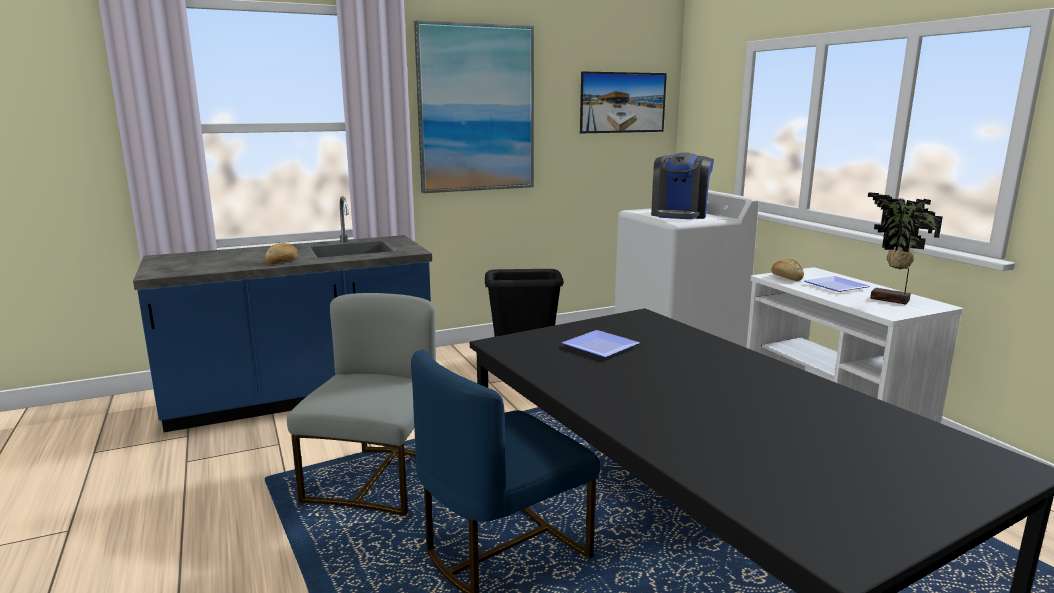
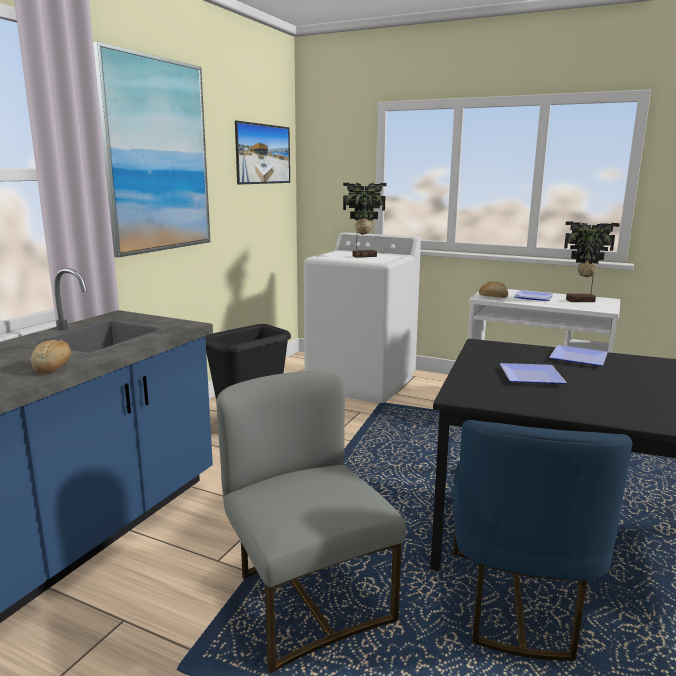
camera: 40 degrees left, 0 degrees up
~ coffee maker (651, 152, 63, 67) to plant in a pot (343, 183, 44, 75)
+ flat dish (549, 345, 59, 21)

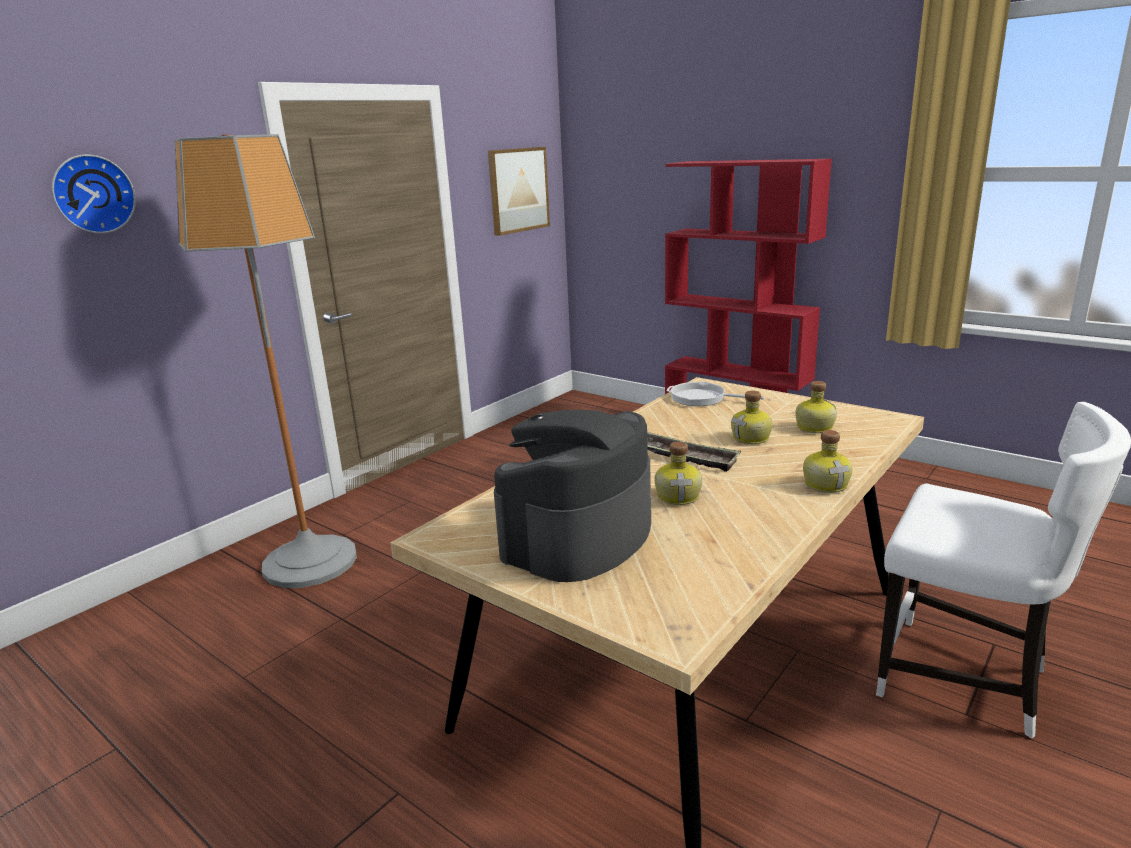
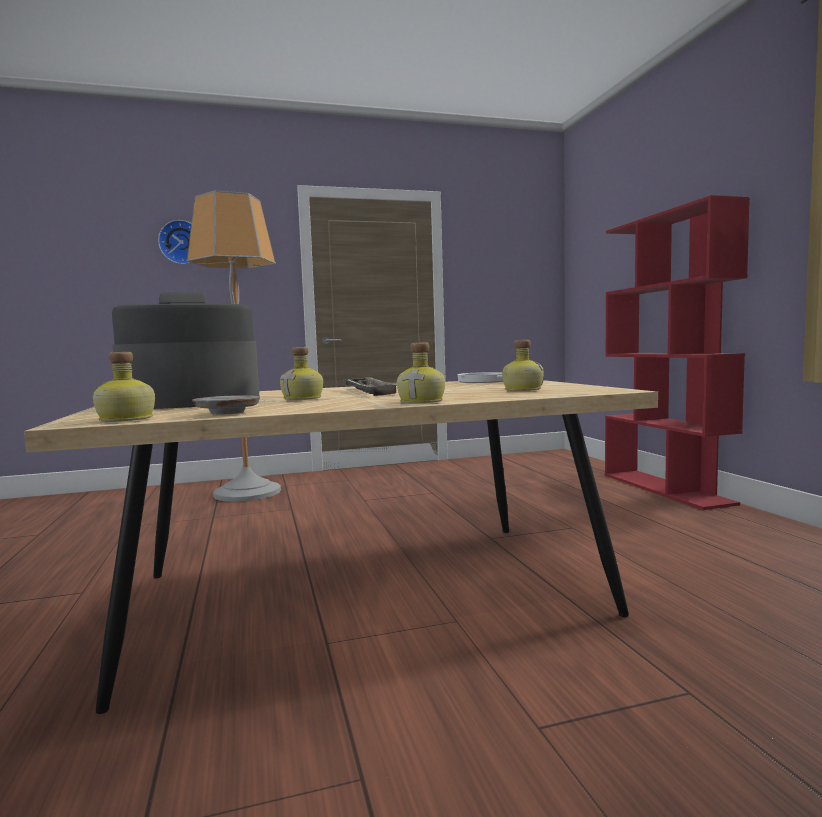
camera: 35 degrees right, 15 degrees down
- wall art (488, 147, 62, 89)
~ drink bottle (731, 391, 42, 53) to (92, 352, 63, 70)
- plain chair (white-coloured) (876, 402, 255, 337)
+ flat dish (grey) (192, 395, 68, 20)

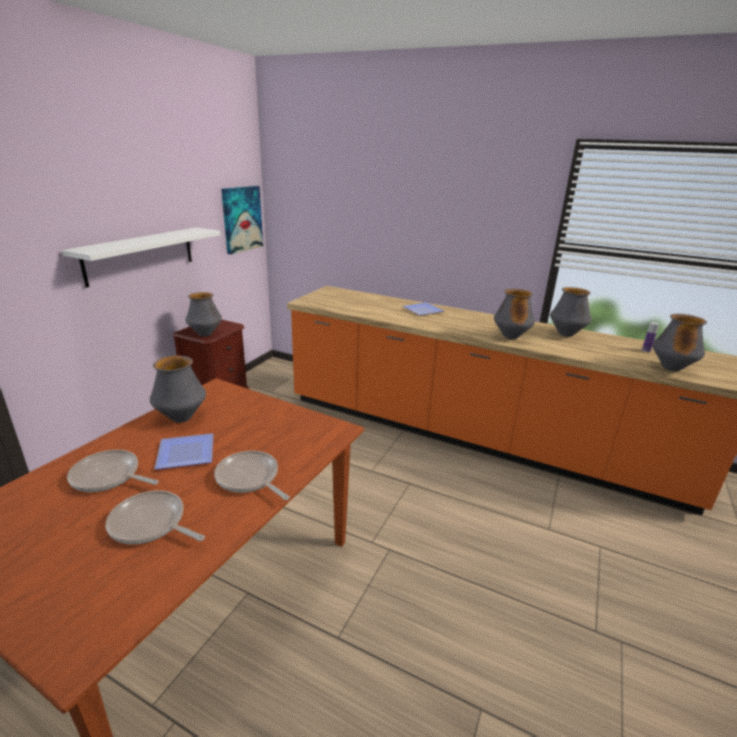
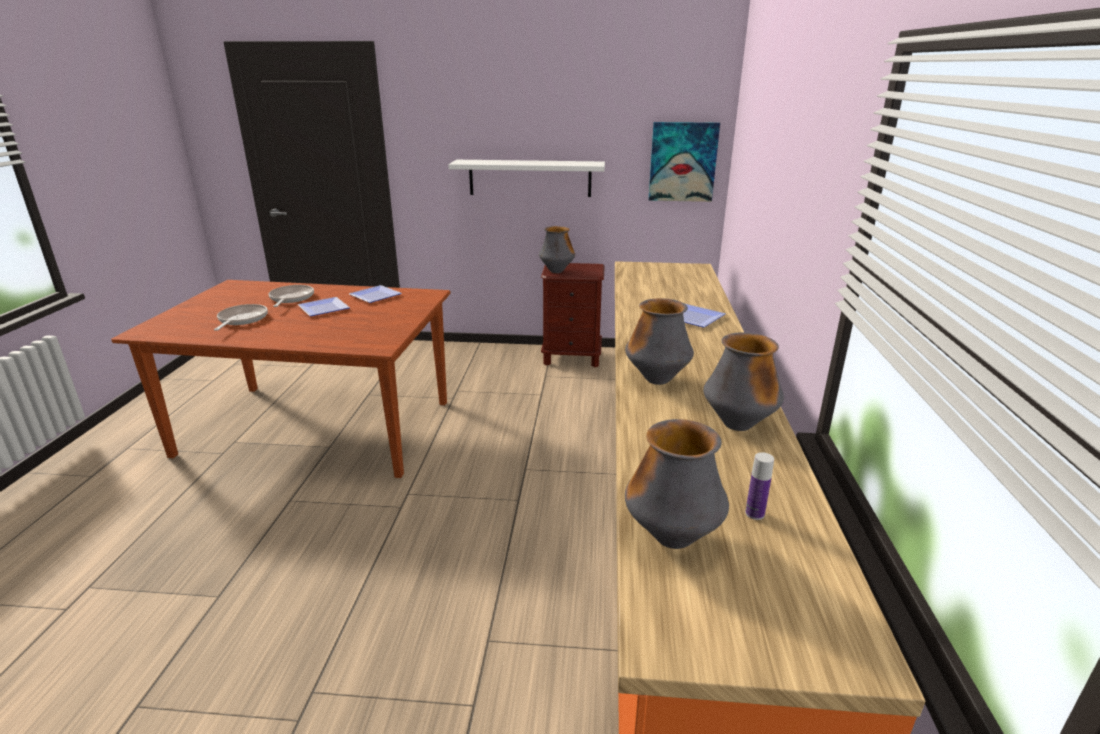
camera: 70 degrees right, 0 degrees up
~ vase (150, 356, 56, 67) to flat dish (349, 285, 53, 18)
- skillet (214, 451, 76, 49)

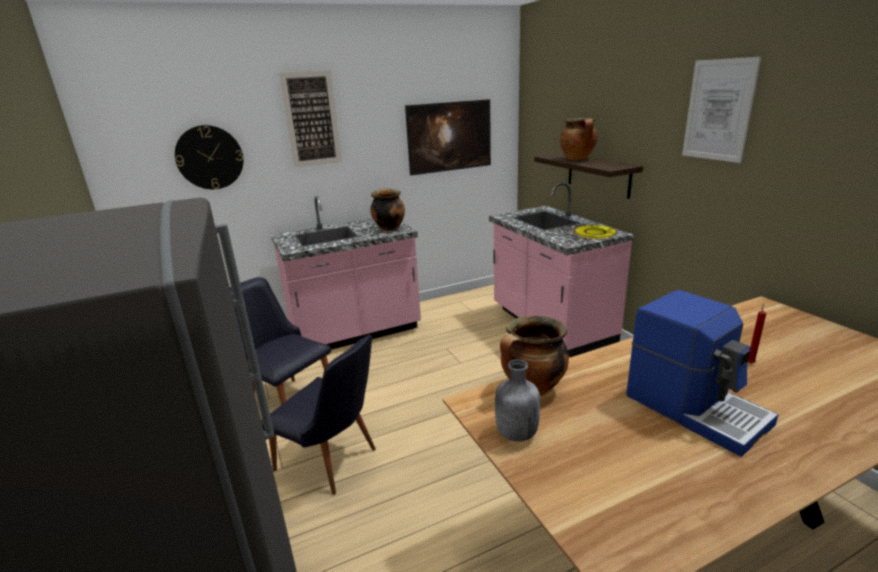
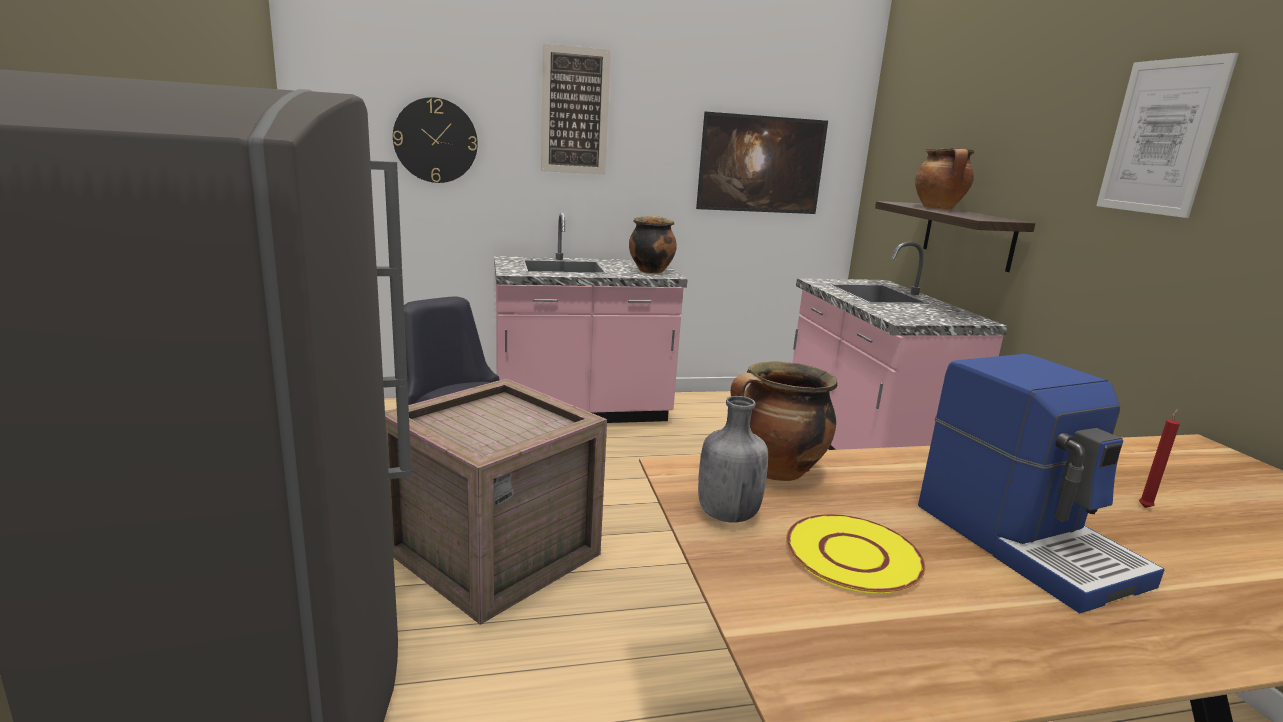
camera: 10 degrees right, 5 degrees down
~ flat dish (yellow-coloured) (574, 225, 43, 14) to (786, 514, 139, 80)
~ plain chair (black) (261, 335, 115, 160) to packing crate (385, 378, 222, 247)

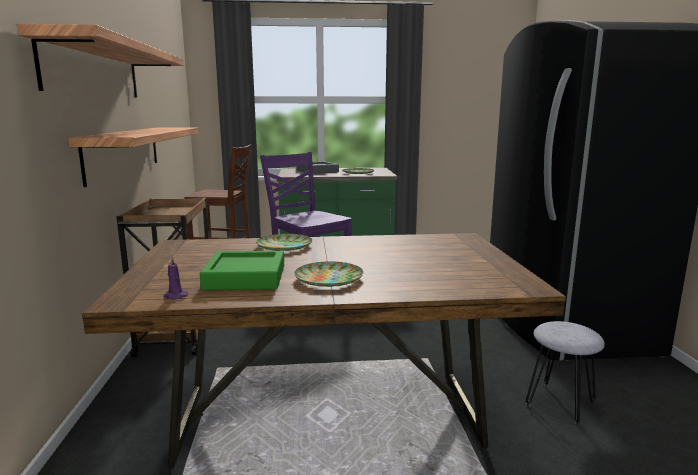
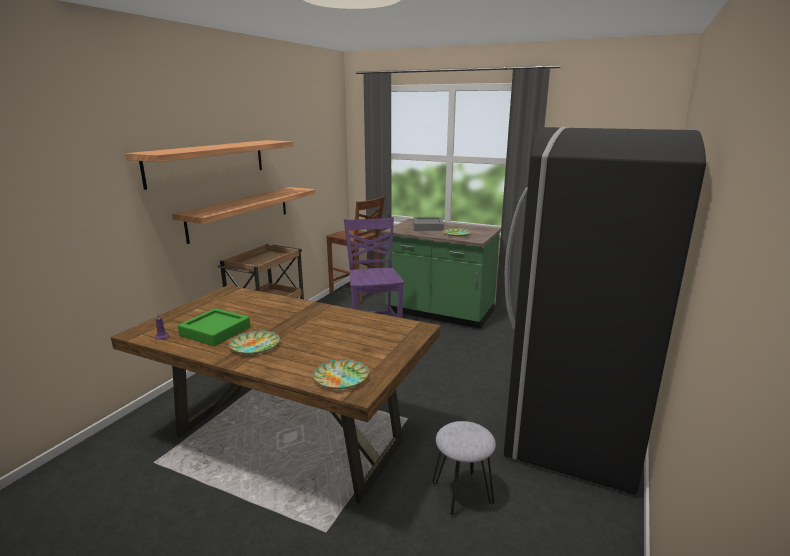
camera: 30 degrees right, 5 degrees up
~ flat dish (256, 234, 56, 17) to (313, 359, 56, 30)

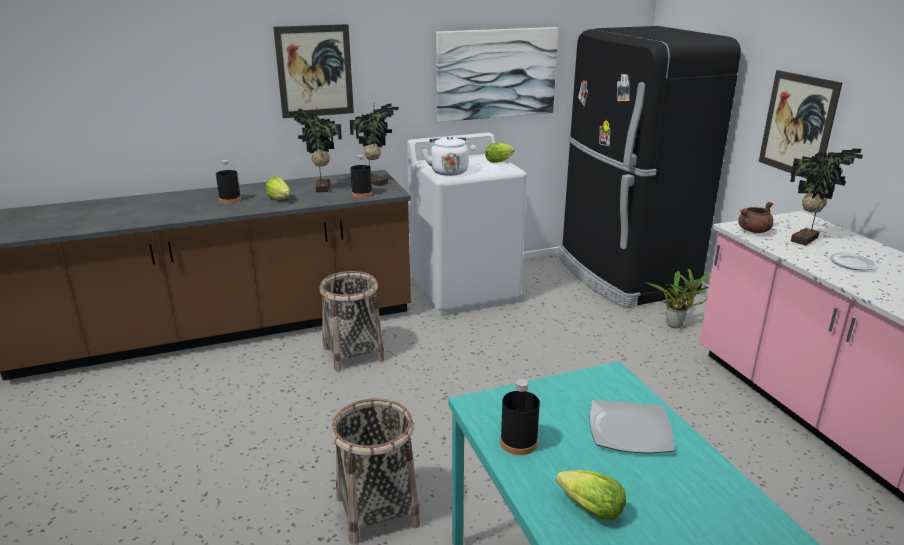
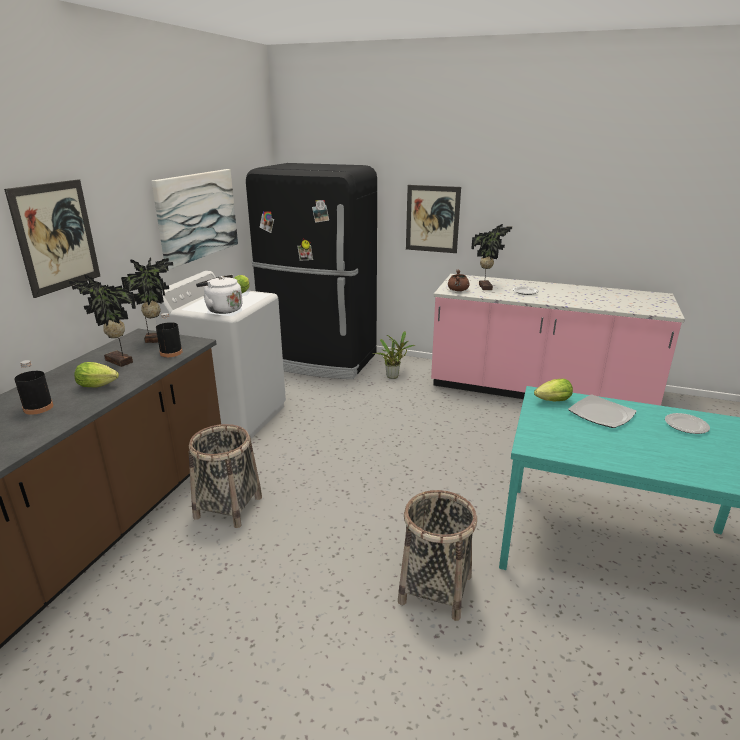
camera: 50 degrees left, 0 degrees up
- drink bottle (black) (500, 379, 40, 76)
~ head of lettuce (556, 470, 70, 50) to (534, 379, 39, 22)
+ flat dish (665, 413, 45, 21)

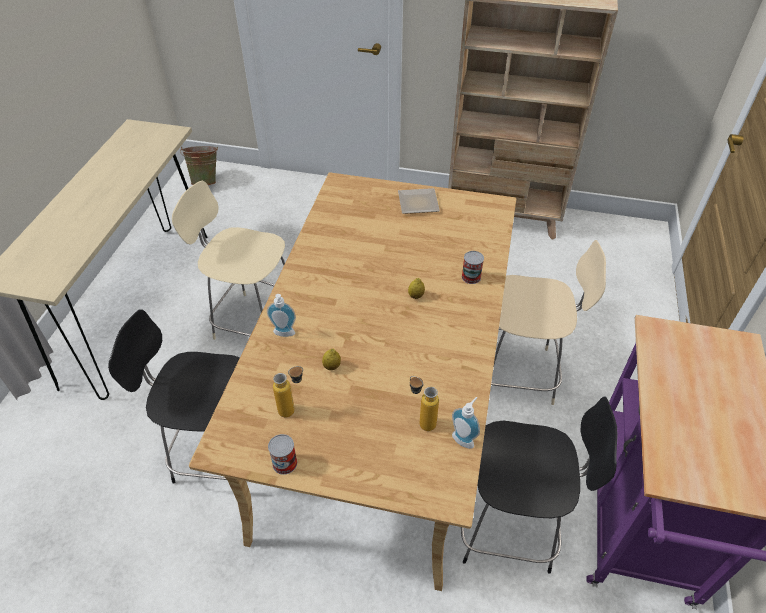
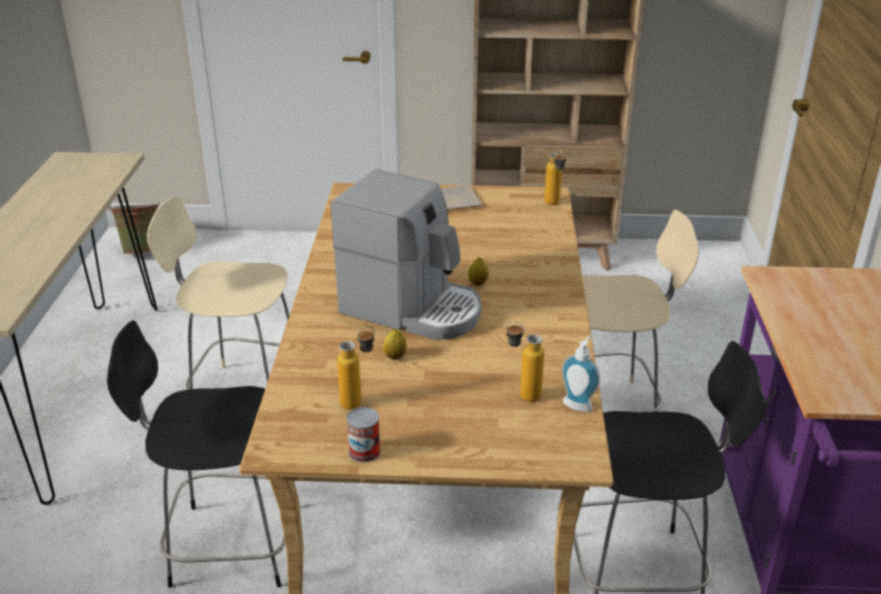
camera: 10 degrees left, 15 degrees down
- sealed can (462, 251, 22, 33)
- soap dispenser (267, 294, 29, 43)
+ drink bottle (545, 150, 21, 55)
+ coffee maker (331, 169, 151, 171)

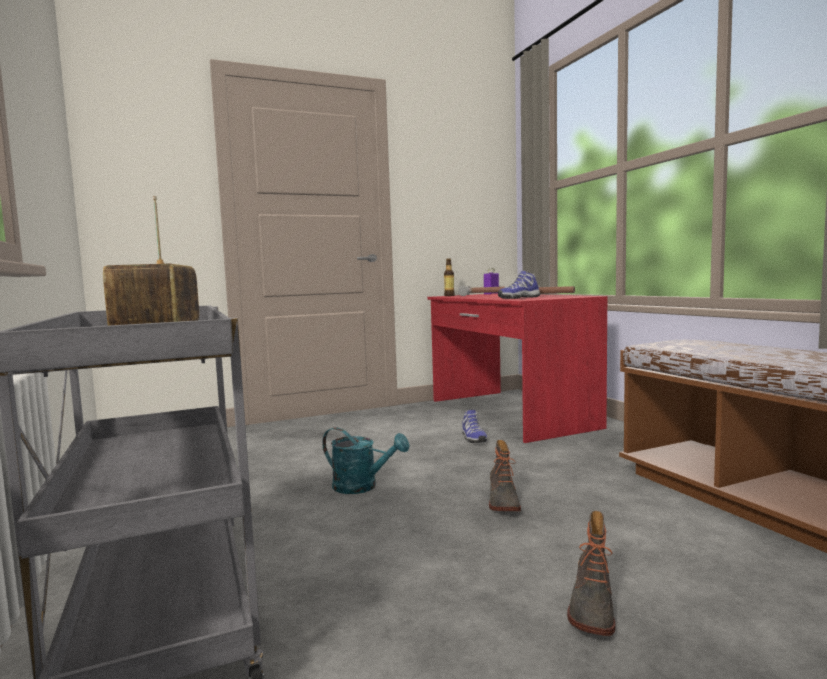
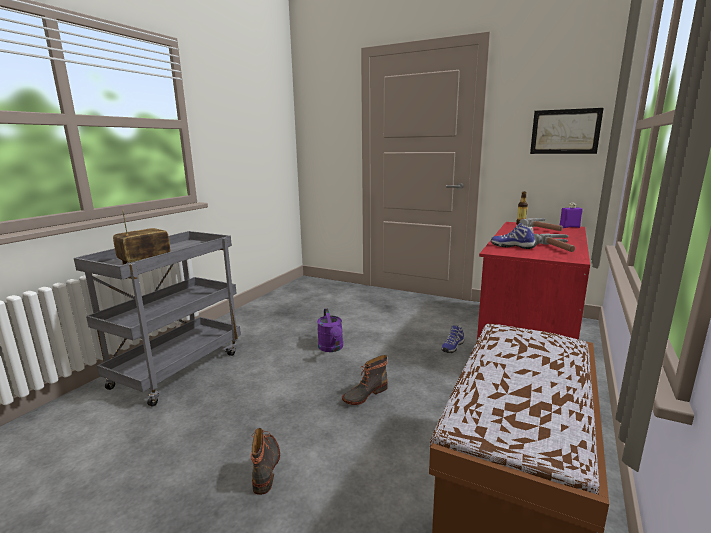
camera: 50 degrees right, 10 degrees up
~ sprinkling can (turquoise-coloured) (322, 427, 88, 67) to sprinkling can (purplish) (317, 308, 26, 44)
~ tall boot (567, 511, 48, 125) = (251, 428, 29, 67) 105 degrees clockwise
+ wall art (530, 108, 74, 46)

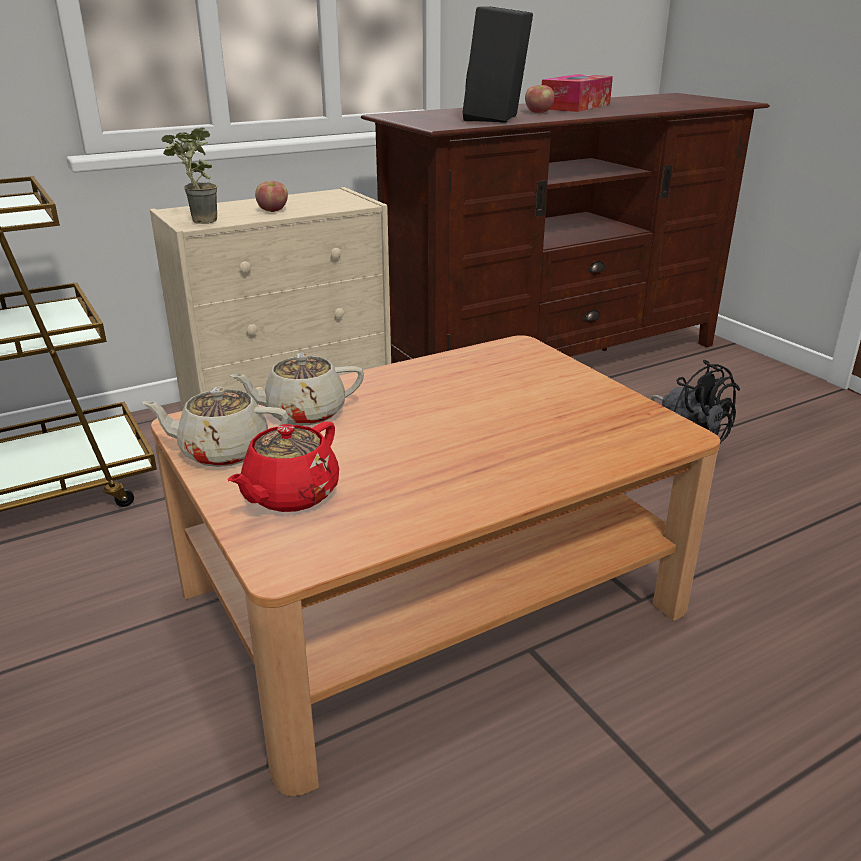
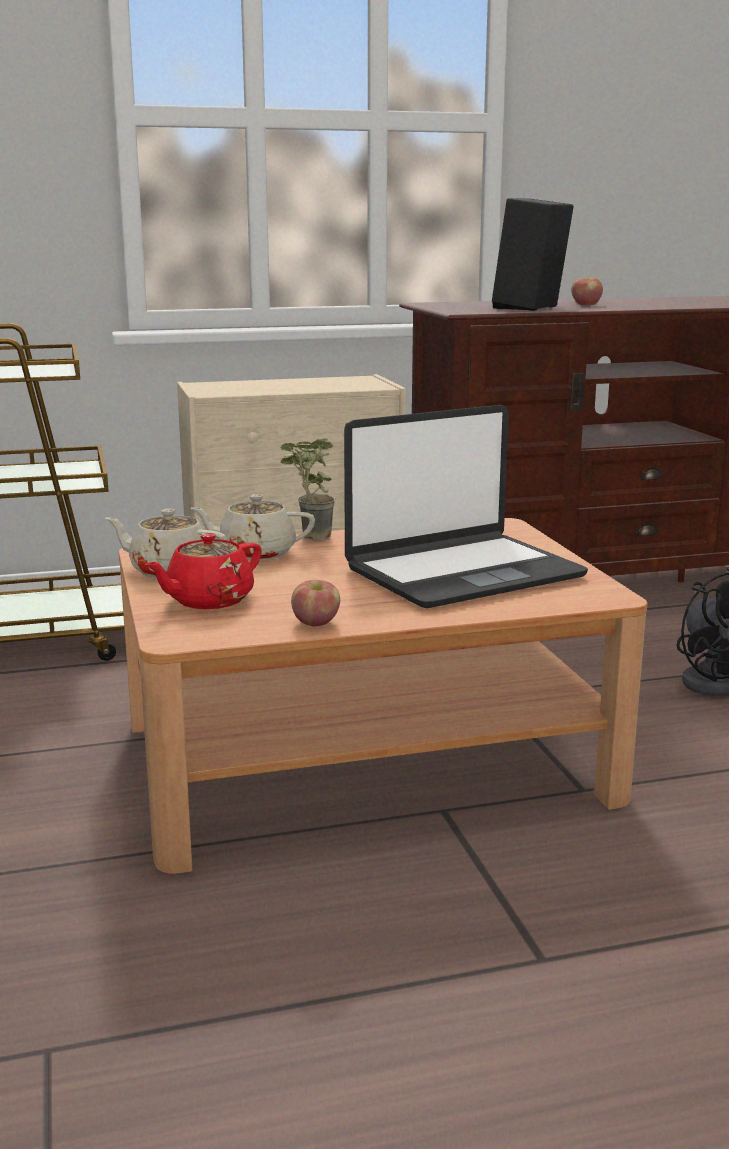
camera: 15 degrees right, 10 degrees down
- tissue holder (542, 74, 71, 38)
~ plant in a pot (162, 127, 55, 97) to (281, 438, 54, 103)
~ whole apple (255, 181, 33, 31) to (291, 580, 49, 47)
+ portable computer (344, 405, 244, 203)

